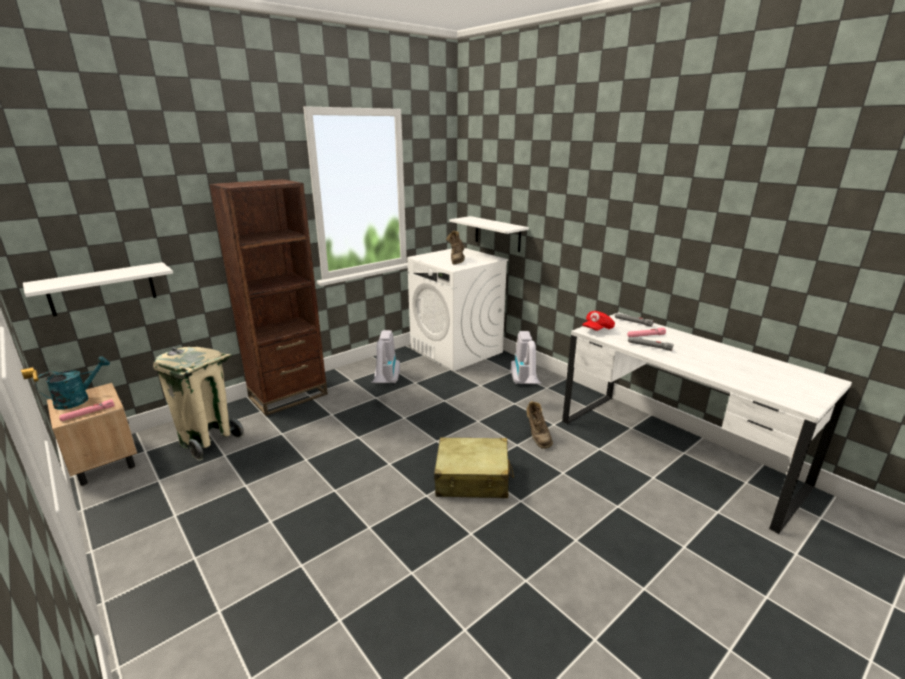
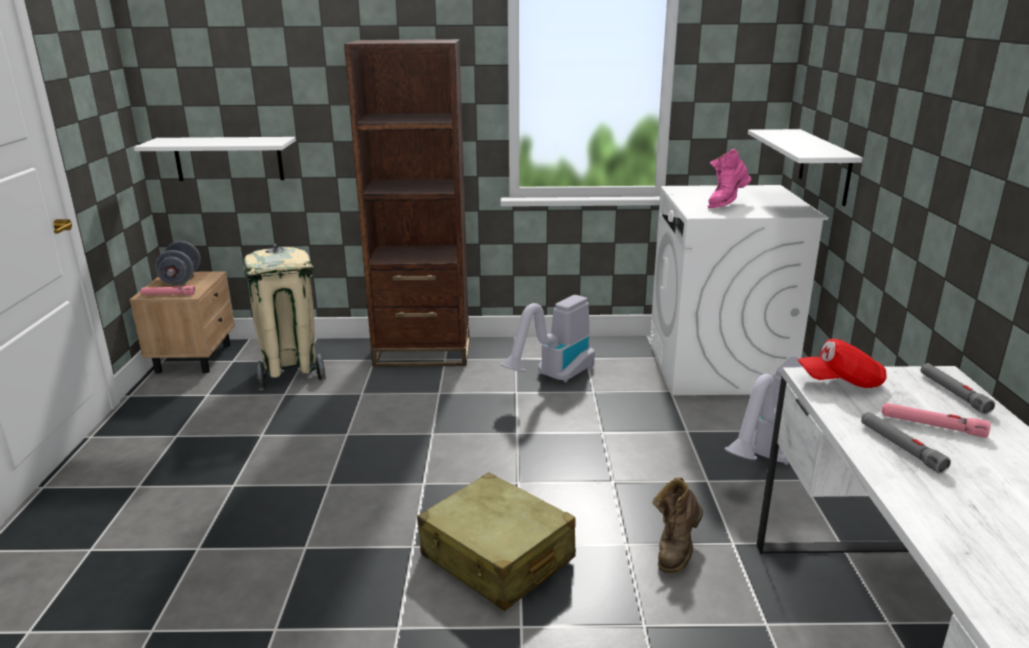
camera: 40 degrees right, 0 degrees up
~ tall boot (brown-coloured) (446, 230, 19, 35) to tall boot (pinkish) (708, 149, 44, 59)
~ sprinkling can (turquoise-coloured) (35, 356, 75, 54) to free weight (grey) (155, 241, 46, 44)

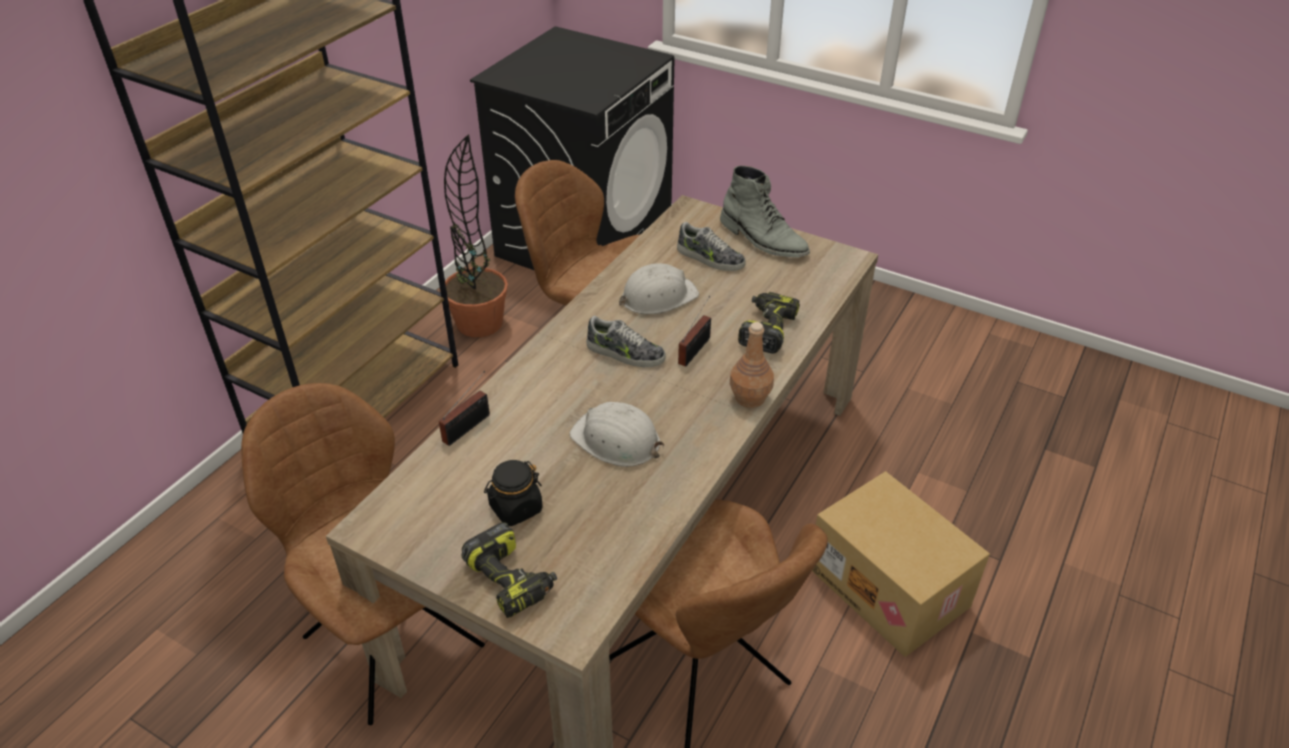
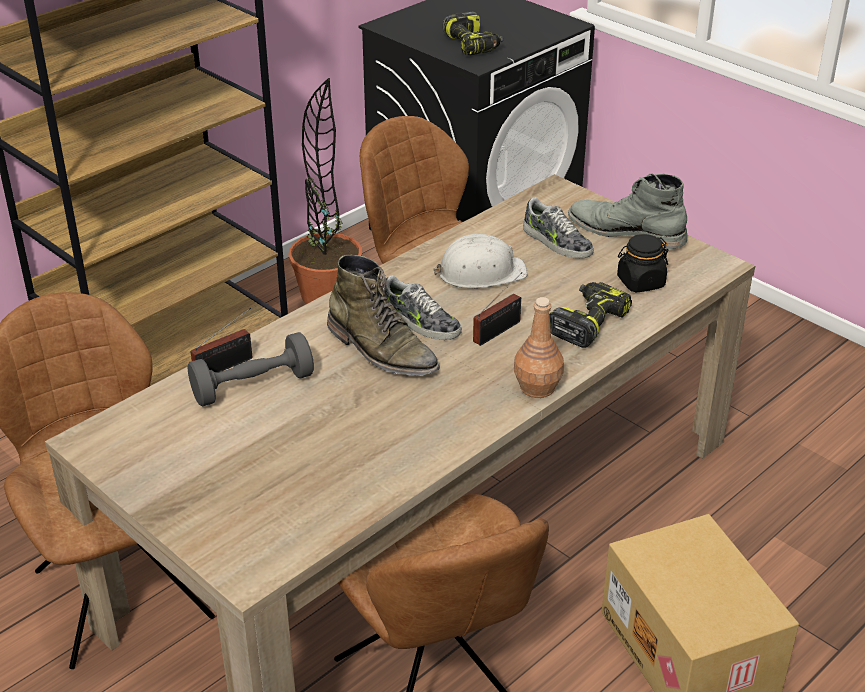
camera: 15 degrees right, 5 degrees down
~ tall boot (grey) (720, 166, 90, 92) = (568, 174, 119, 75) 150 degrees clockwise
- safety helmet (white-coloured) (569, 402, 95, 65)
~ storage jar (black) (484, 460, 59, 66) to (617, 234, 51, 58)
~ drill (462, 522, 95, 96) to (442, 11, 61, 45)
+ tall boot (green) (327, 255, 113, 121)
+ free weight (grey) (188, 332, 126, 74)

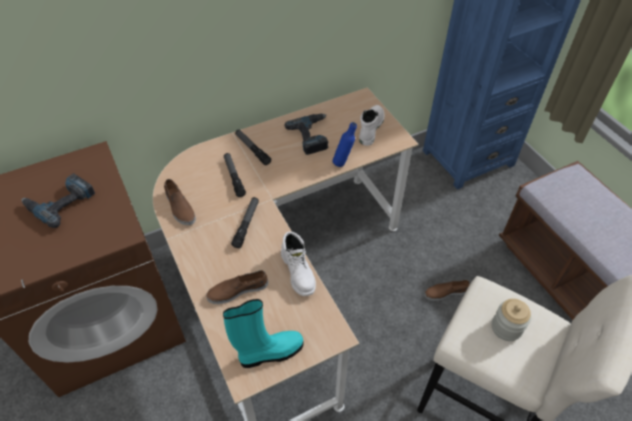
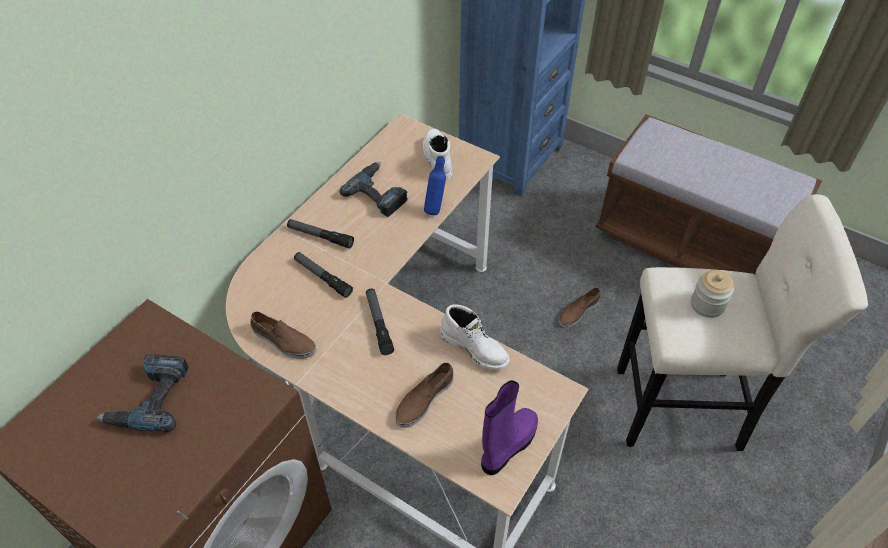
camera: 30 degrees left, 0 degrees up
~ tall boot (turquoise-coloured) (223, 299, 81, 69) to tall boot (purplish) (481, 380, 57, 95)

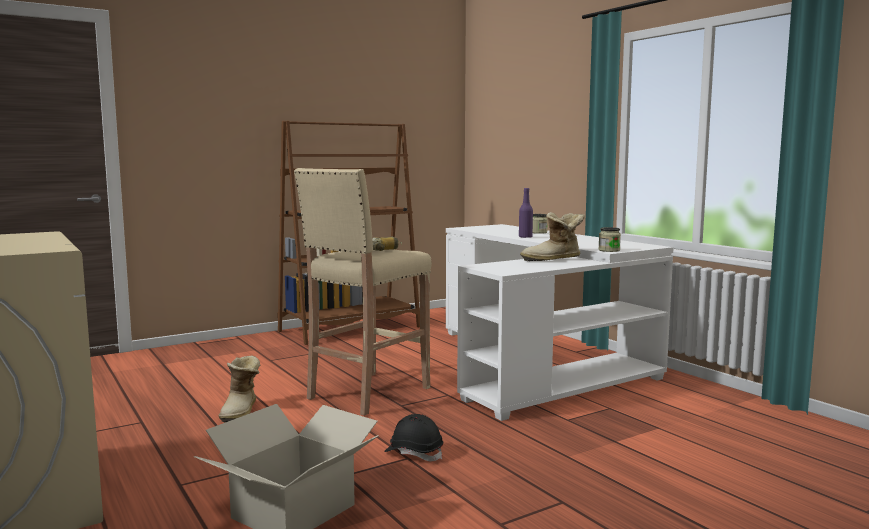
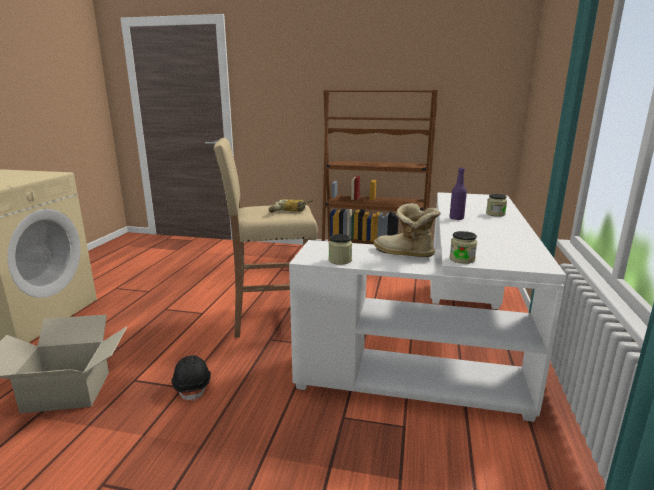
camera: 45 degrees right, 10 degrees up
- tall boot (219, 355, 41, 68)
+ storage jar (329, 234, 23, 31)

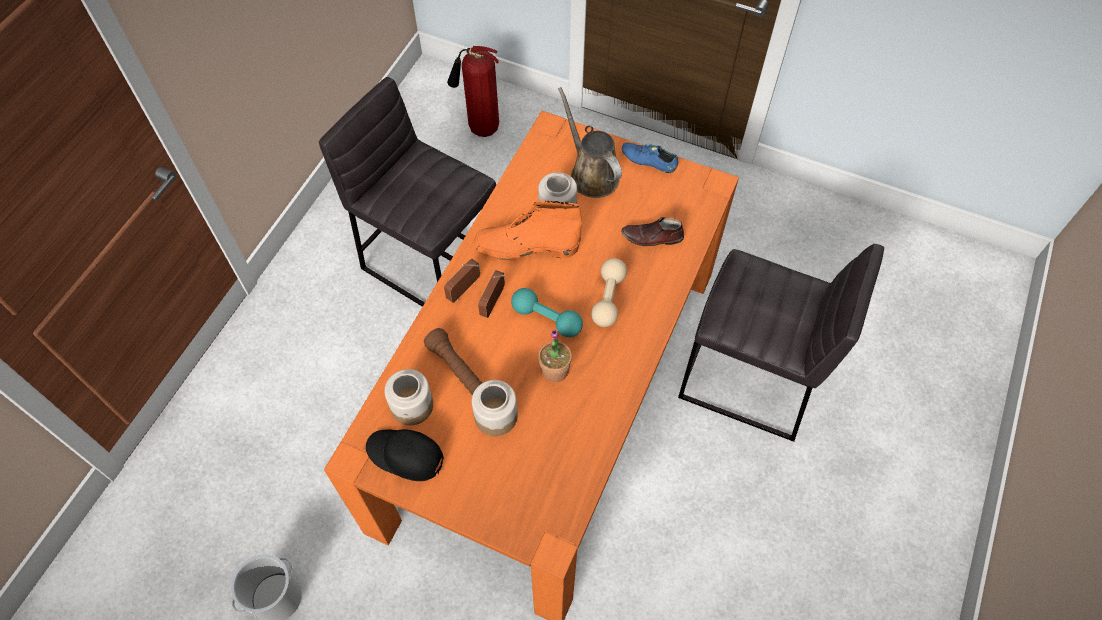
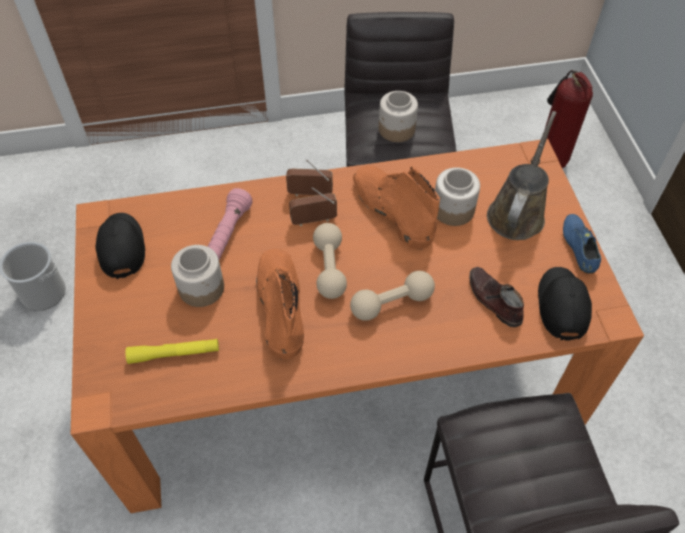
camera: 55 degrees right, 5 degrees down
~ free weight (turquoise-coloured) (511, 288, 72, 49) to free weight (sand-coloured) (313, 223, 34, 76)
~ flashlight (brown-coloured) (424, 328, 58, 67) to flashlight (pinkish) (208, 188, 44, 72)
~ plant in a pot (538, 329, 34, 53) to tall boot (orangey) (256, 249, 48, 111)
~ storage jar (384, 369, 49, 56) to (379, 91, 39, 51)
+ cap (black) (538, 267, 54, 74)
+ flashlight (yellow-coloured) (125, 339, 94, 25)

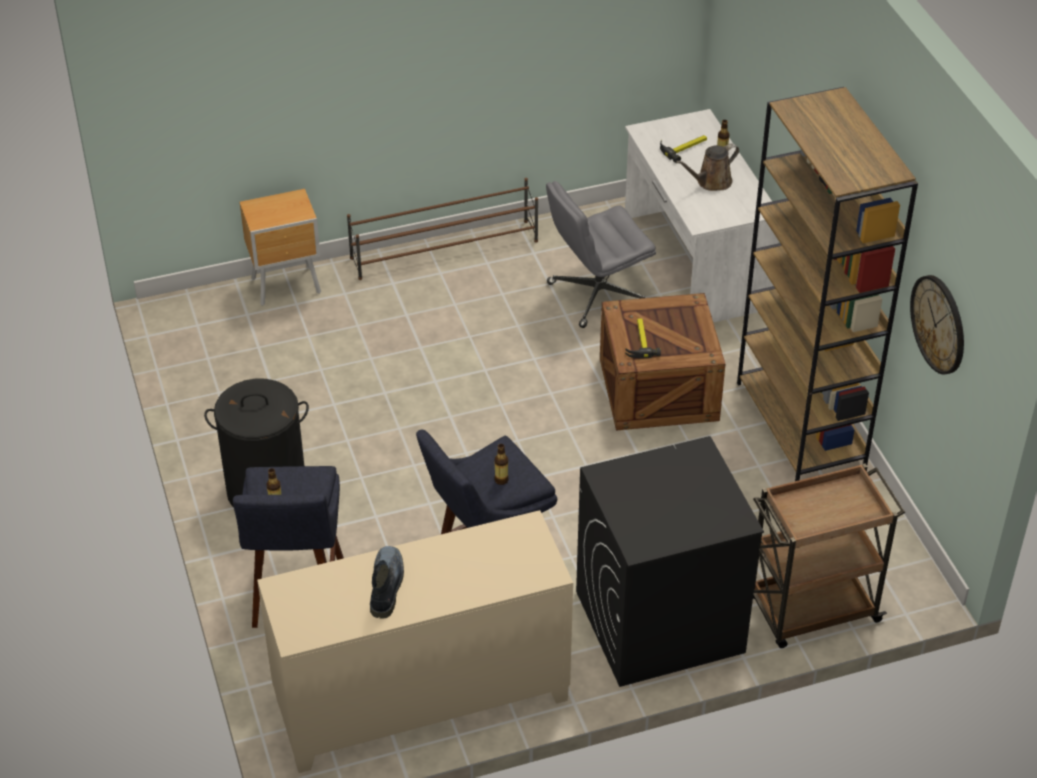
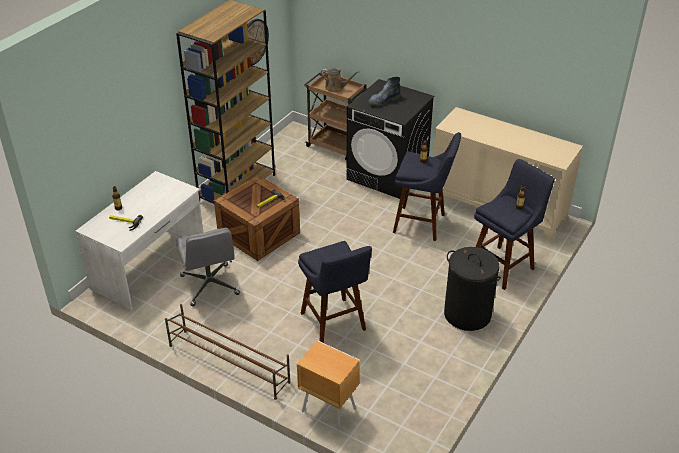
camera: 130 degrees left, 5 degrees down
~ sprinkling can (brown-coloured) (676, 144, 63, 47) to (320, 68, 40, 25)
~ desk chair (grey) (546, 181, 110, 147) = (176, 228, 64, 78) 45 degrees clockwise
~ tall boot (370, 546, 34, 73) to (368, 77, 32, 29)
+ stool seat (blue-coloured) (298, 241, 74, 102)

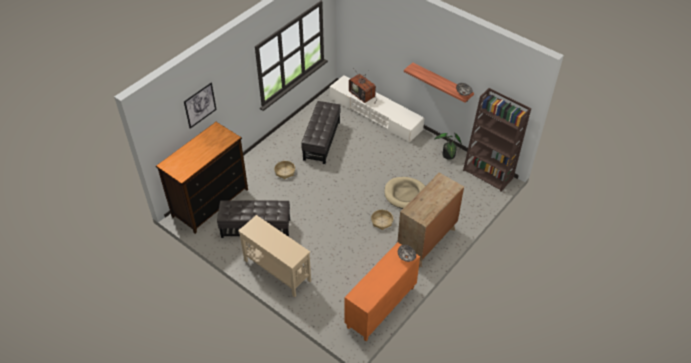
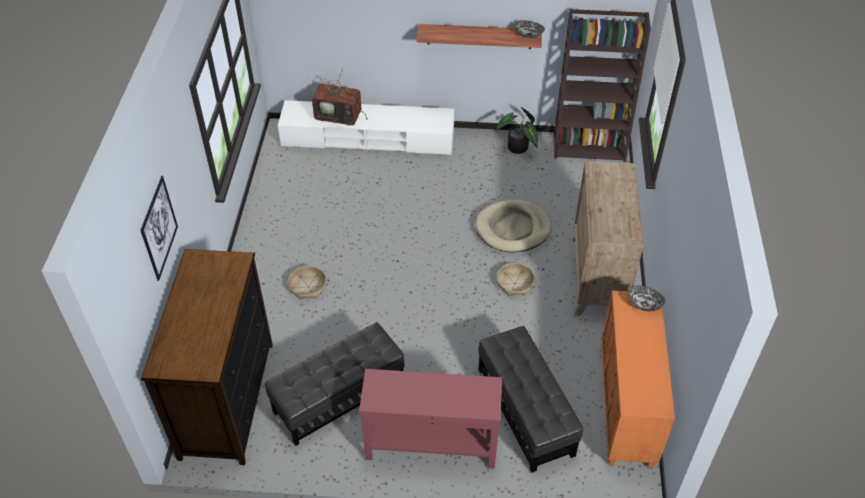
camera: 35 degrees left, 0 degrees up
~ footrest (black) (301, 101, 39, 63) to (478, 326, 105, 147)
~ console table (sand-coloured) (238, 215, 73, 82) to console table (red-coloured) (359, 369, 143, 100)

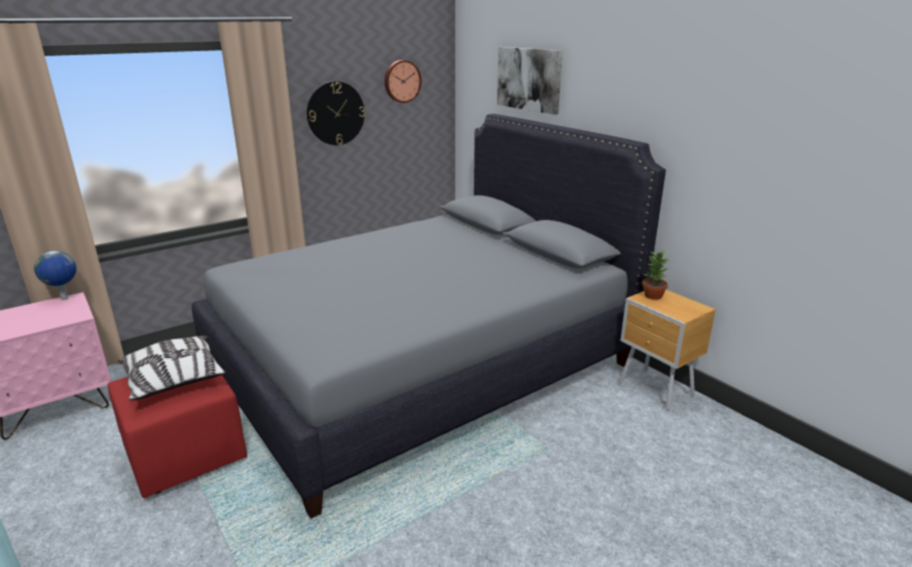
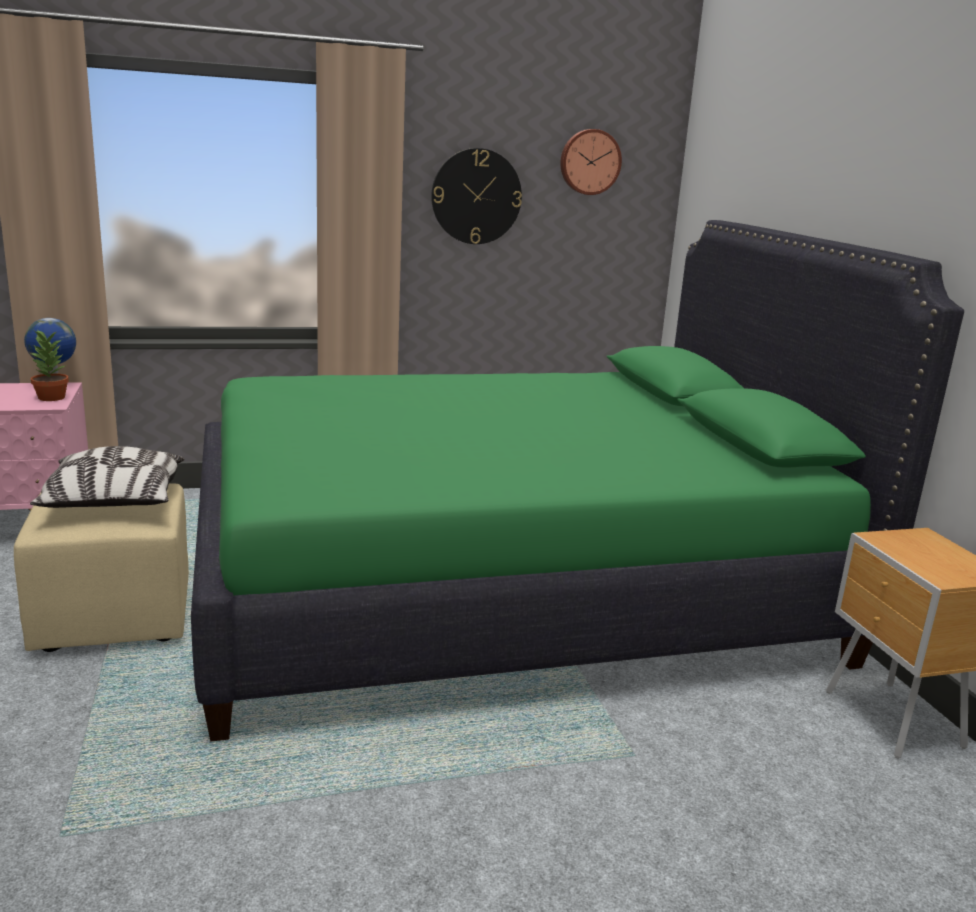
camera: 20 degrees right, 5 degrees down
- wall art (497, 47, 66, 68)
~ sleeping bed (grey) (192, 114, 474, 404) to sleeping bed (green) (191, 220, 773, 522)
~ plant in a pot (642, 250, 27, 50) to (29, 329, 40, 72)
~ footrest (red-coloured) (108, 375, 139, 123) to footrest (sand-coloured) (14, 484, 175, 168)

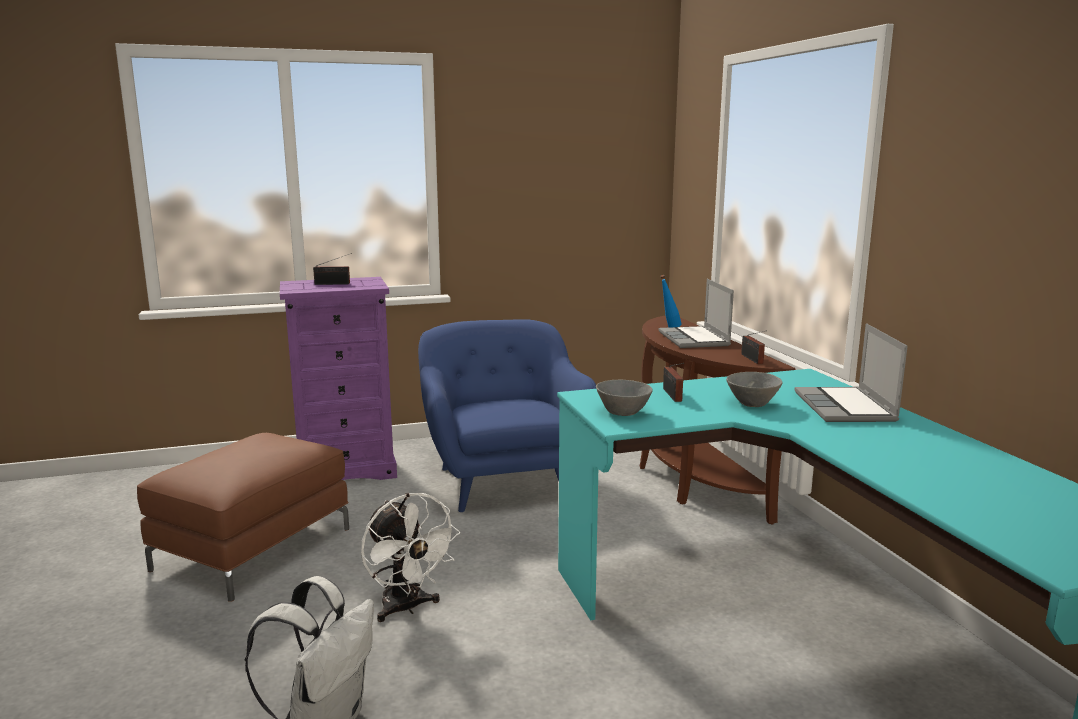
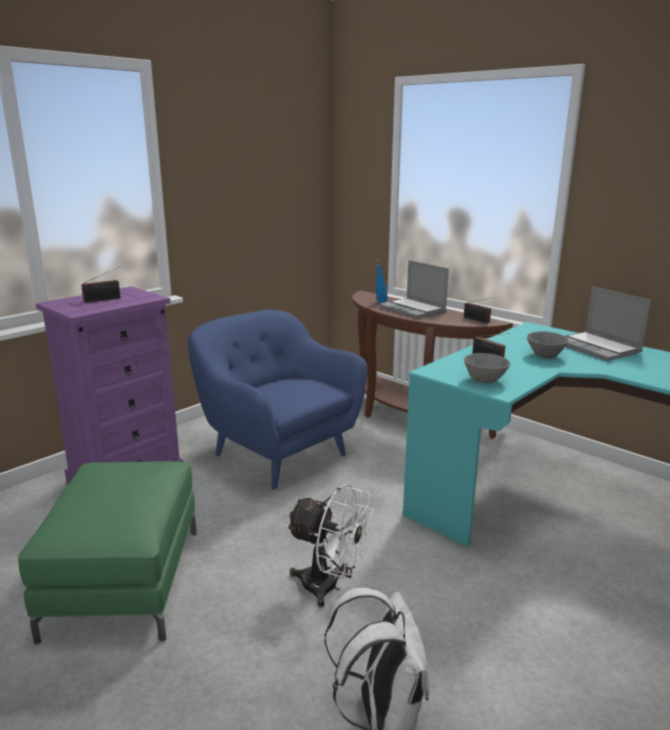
camera: 30 degrees left, 5 degrees up
~ footrest (brown-coloured) (137, 433, 212, 169) to footrest (green) (18, 461, 179, 183)

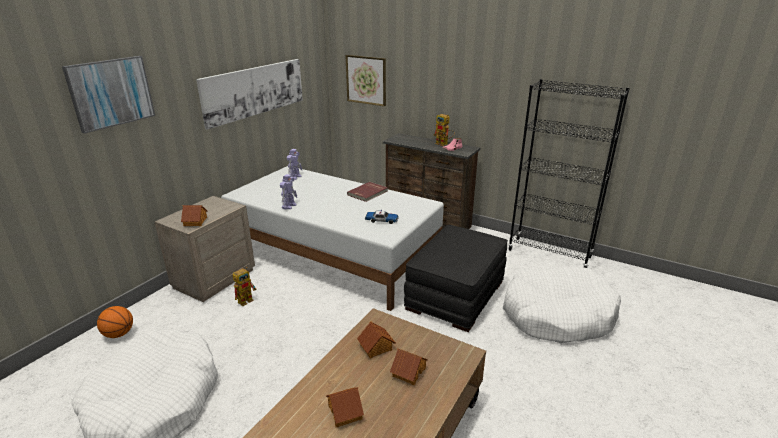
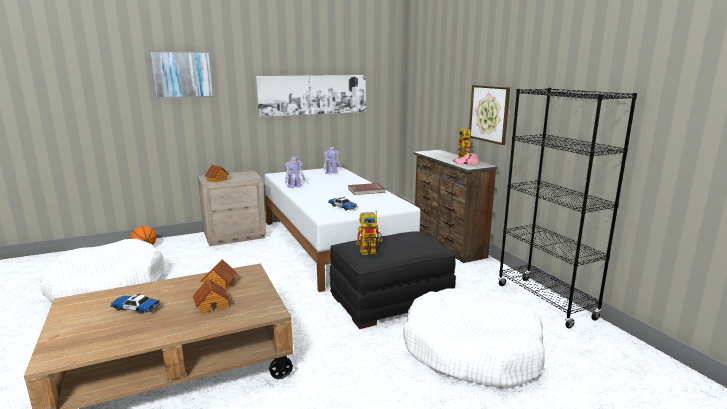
camera: 35 degrees right, 10 degrees down
~ wall art (345, 55, 41, 51) to (469, 85, 41, 60)
~ model robot (233, 267, 24, 39) to (356, 211, 27, 44)
~ miniature house (326, 387, 38, 40) to miniature car (110, 293, 51, 21)

